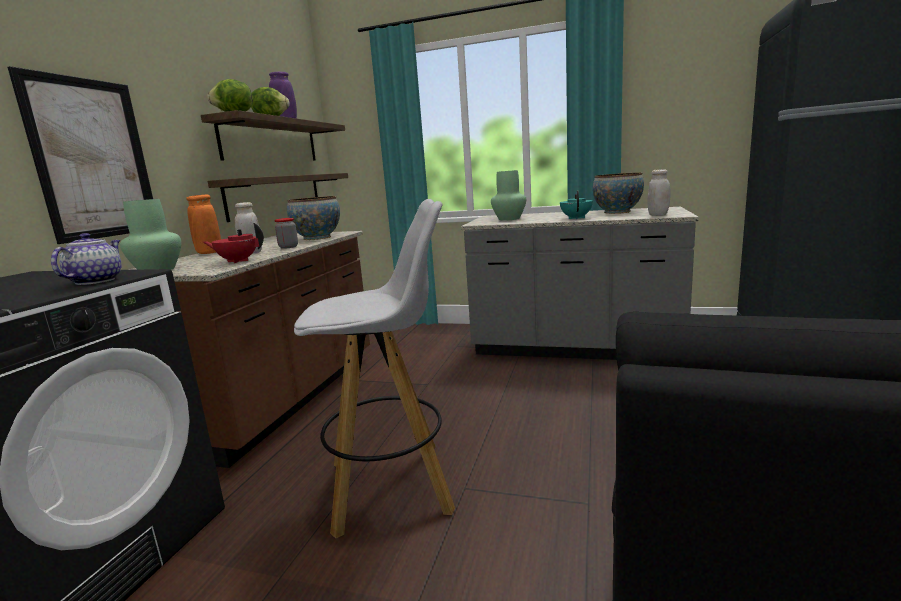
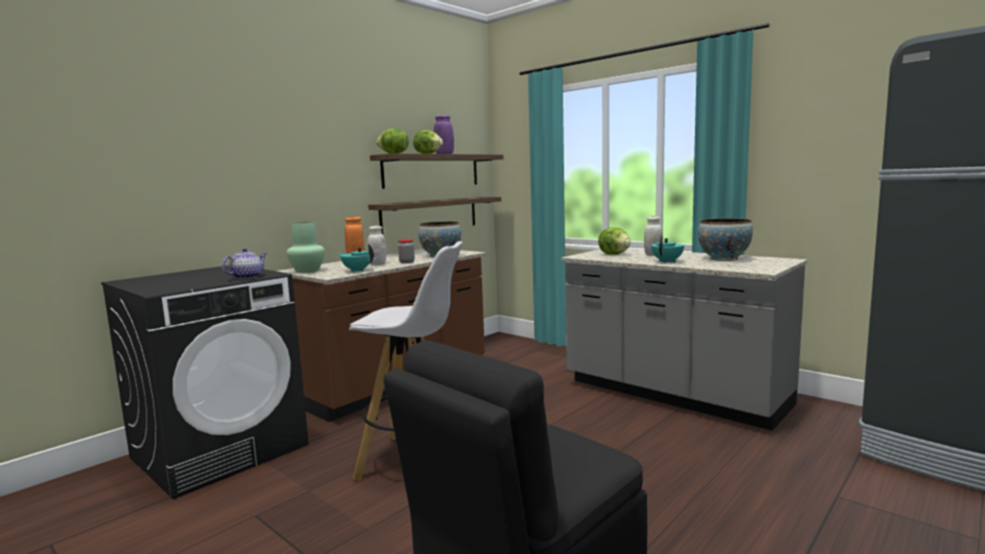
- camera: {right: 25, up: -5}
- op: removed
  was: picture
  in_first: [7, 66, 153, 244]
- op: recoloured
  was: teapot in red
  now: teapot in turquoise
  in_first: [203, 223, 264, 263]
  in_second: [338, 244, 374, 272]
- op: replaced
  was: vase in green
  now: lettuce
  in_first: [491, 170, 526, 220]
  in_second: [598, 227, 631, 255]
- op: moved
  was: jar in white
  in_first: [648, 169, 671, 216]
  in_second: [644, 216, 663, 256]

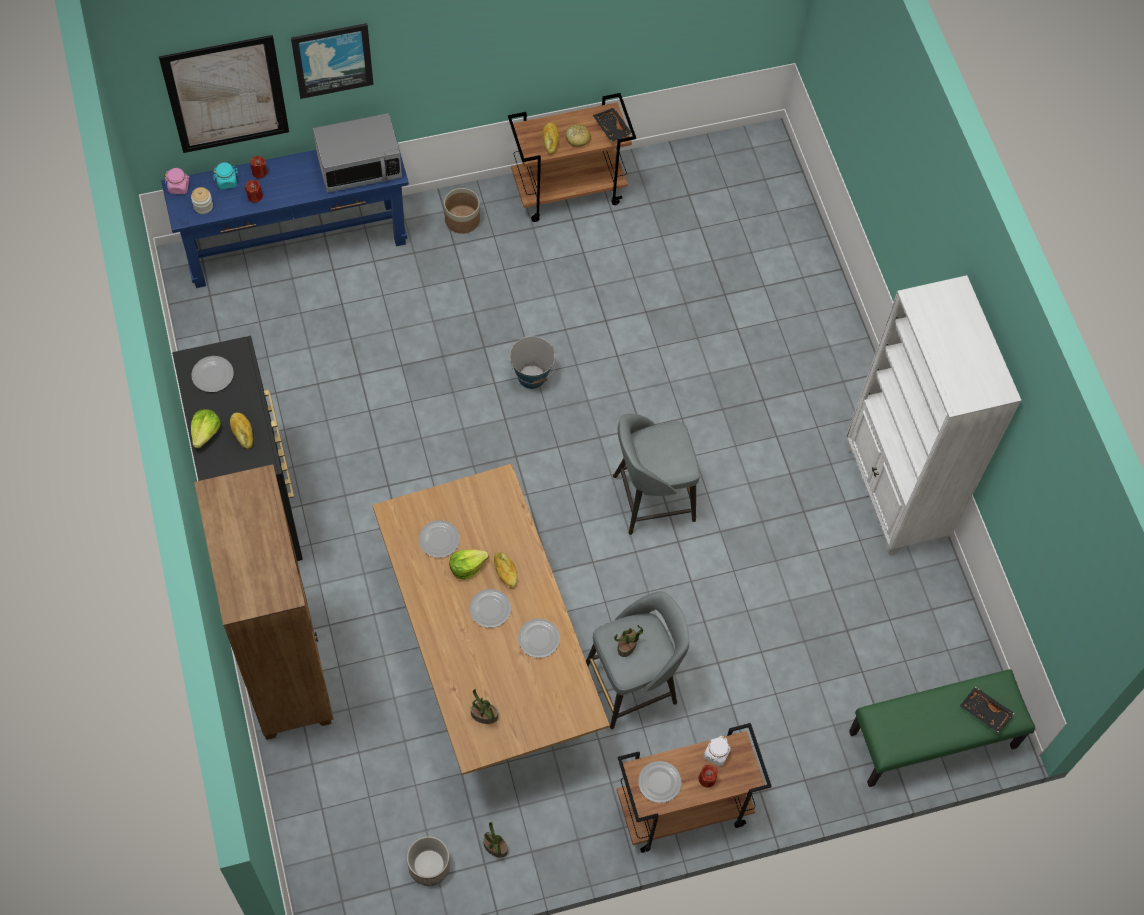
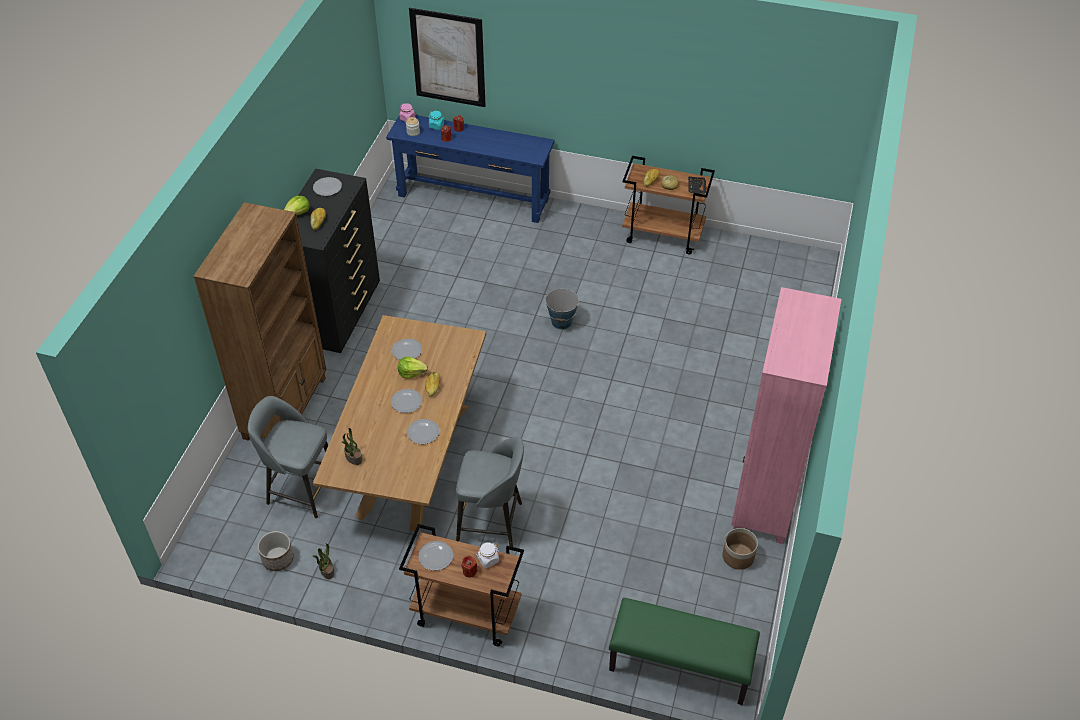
- camera: {right: 35, up: -15}
- op: removed
  was: picture
  in_first: [291, 23, 374, 99]
- op: removed
  was: microwave
  in_first: [313, 113, 402, 193]
- op: moved
  was: planter
  in_first: [444, 188, 480, 234]
  in_second: [722, 528, 758, 570]
- op: moved
  was: stool in grey
  in_first: [613, 414, 700, 535]
  in_second: [248, 396, 328, 518]
- op: removed
  was: potted plant
  in_first: [614, 625, 643, 657]
- op: recoloured
  was: bookcase in white
  now: bookcase in pink
  in_first: [846, 275, 1022, 554]
  in_second: [731, 287, 842, 544]
- op: removed
  was: tray in black
  in_first: [960, 687, 1015, 733]

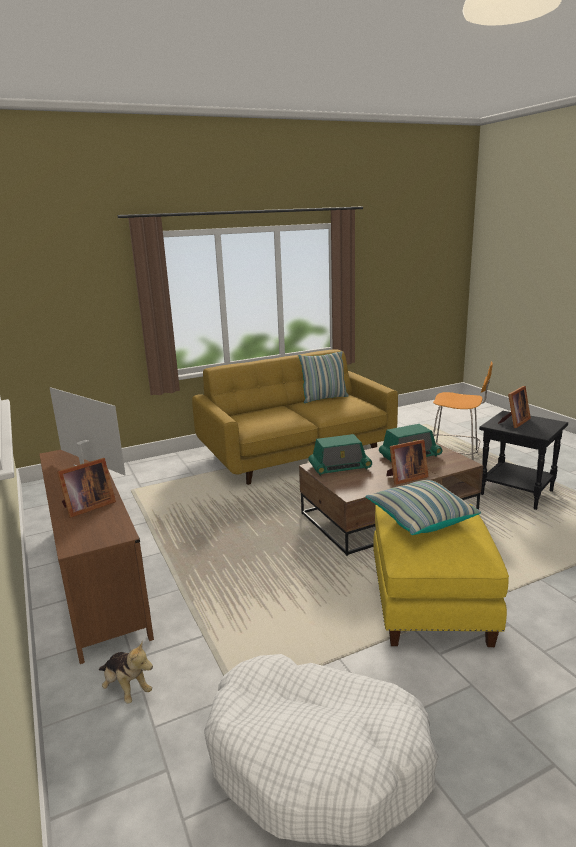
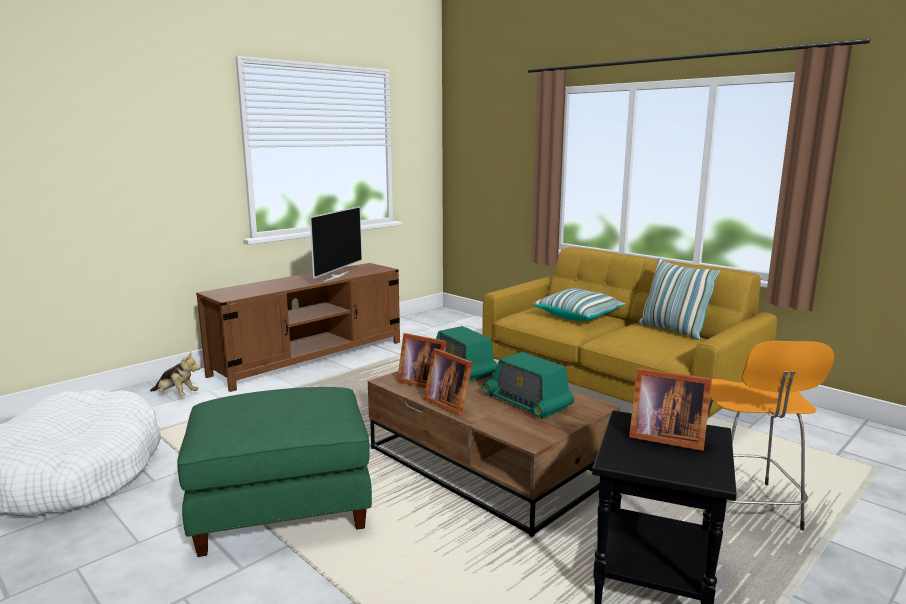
- camera: {right: 70, up: -5}
- op: moved
  was: picture frame
  in_first: [57, 458, 116, 518]
  in_second: [397, 333, 447, 388]
- op: turned
  was: plush toy
  in_first: [99, 641, 153, 704]
  in_second: [150, 352, 200, 396]
  clockwise: -90
- op: moved
  was: pillow
  in_first: [366, 480, 481, 535]
  in_second: [533, 288, 626, 321]
- op: recoloured
  was: ottoman in yellow
  now: ottoman in green
  in_first: [373, 504, 509, 647]
  in_second: [177, 387, 372, 557]

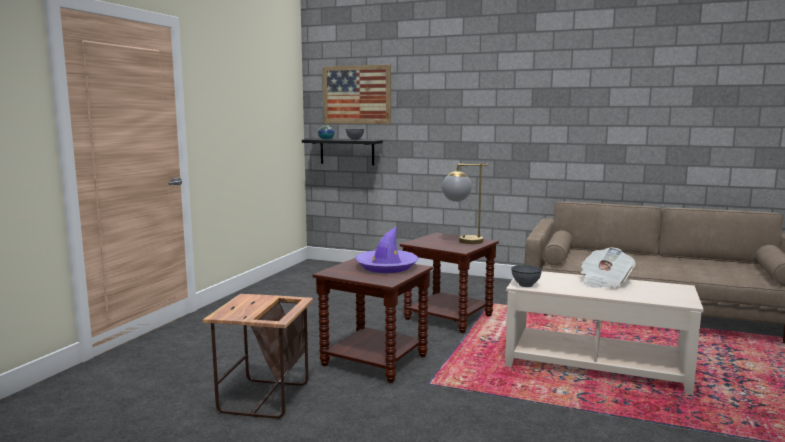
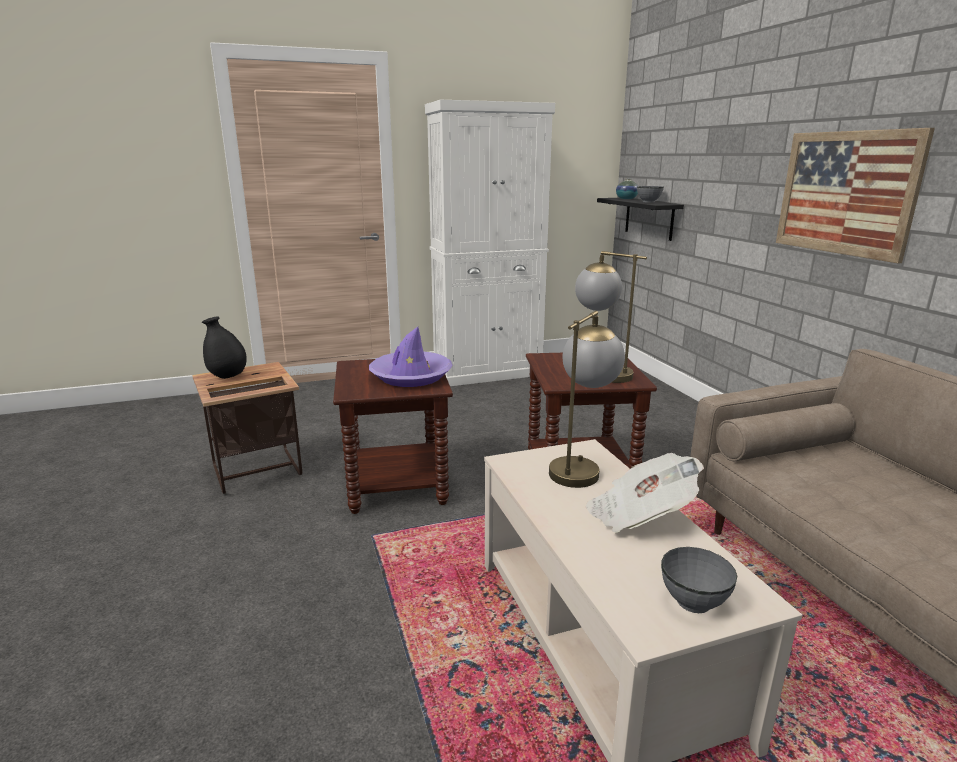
- camera: {right: 50, up: 10}
- op: moved
  was: picture
  in_first: [322, 65, 391, 124]
  in_second: [776, 128, 935, 263]
- op: moved
  was: bowl in grey
  in_first: [512, 265, 542, 287]
  in_second: [661, 547, 737, 613]
- op: added
  now: vase in black
  in_second: [202, 316, 247, 379]
- op: added
  now: cabinet in white
  in_second: [425, 100, 555, 386]
- op: added
  now: table lamp
  in_second: [549, 311, 625, 488]

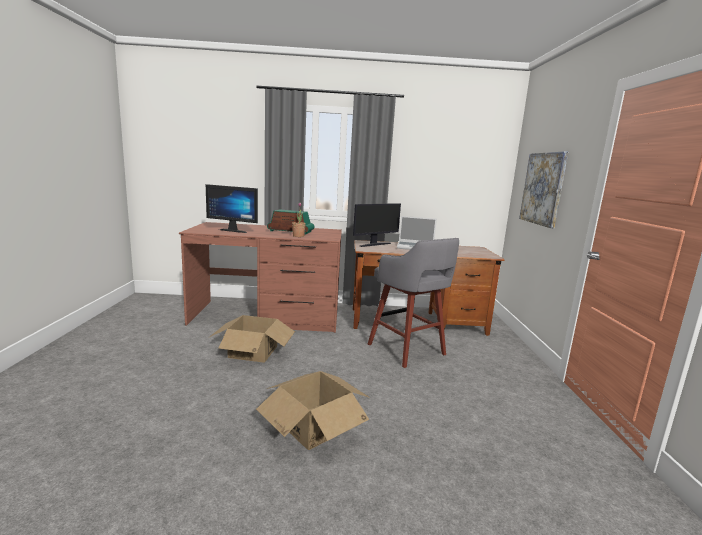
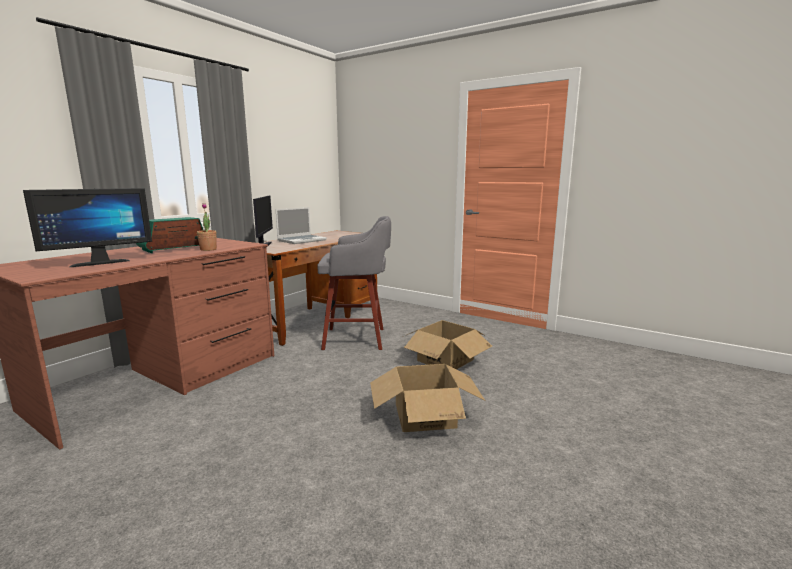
- camera: {right: -55, up: 0}
- op: moved
  was: cardboard box
  in_first: [210, 315, 295, 363]
  in_second: [402, 320, 492, 370]
- op: removed
  was: picture
  in_first: [519, 151, 568, 228]

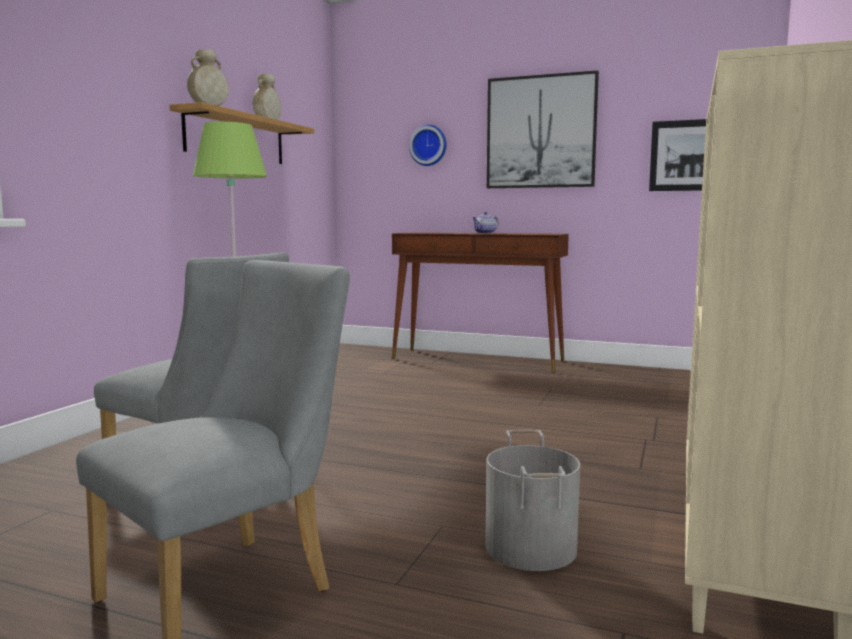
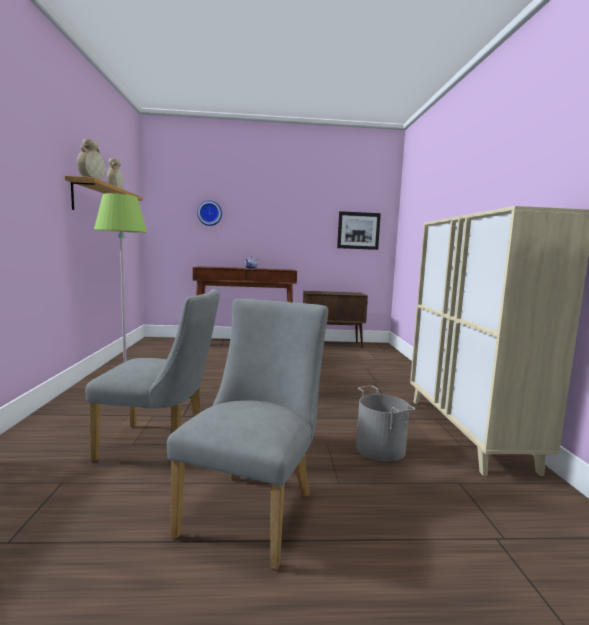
- camera: {right: -25, up: 0}
- op: removed
  was: picture
  in_first: [487, 70, 599, 188]
- op: added
  now: cabinet in brown
  in_second: [303, 291, 368, 349]

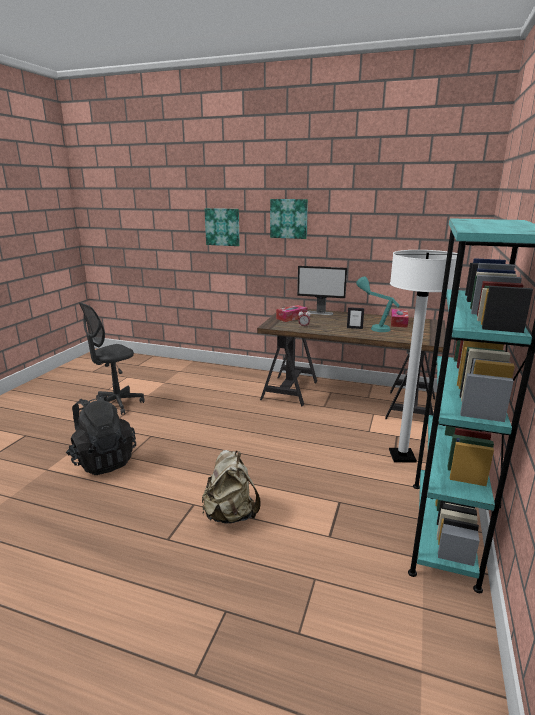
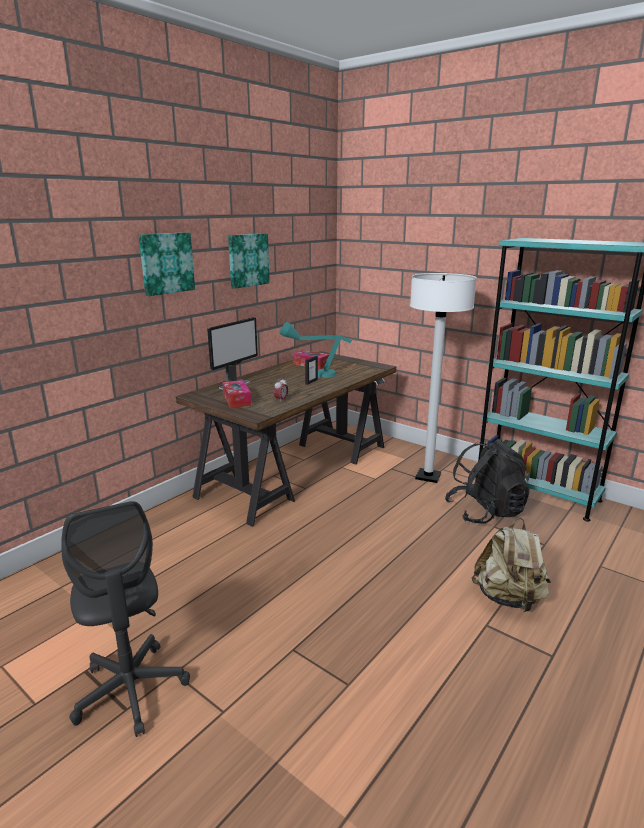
- camera: {right: -70, up: 0}
- op: moved
  was: backpack in black
  in_first: [66, 394, 136, 475]
  in_second: [445, 440, 530, 524]
- op: moved
  was: picture
  in_first: [205, 208, 240, 246]
  in_second: [228, 233, 270, 289]

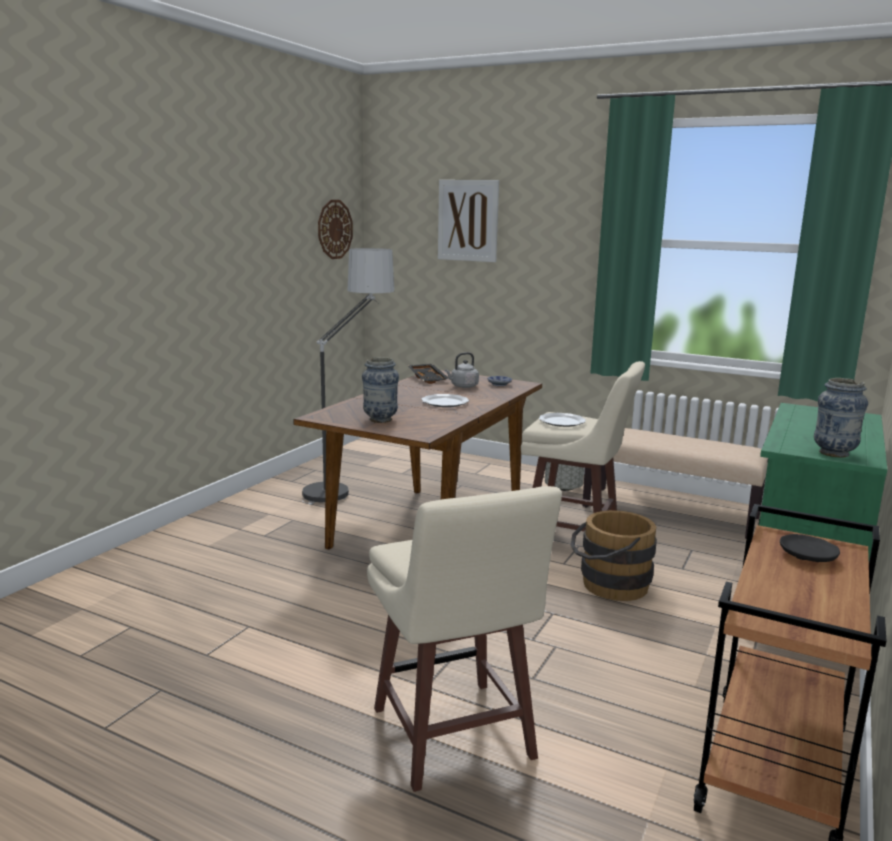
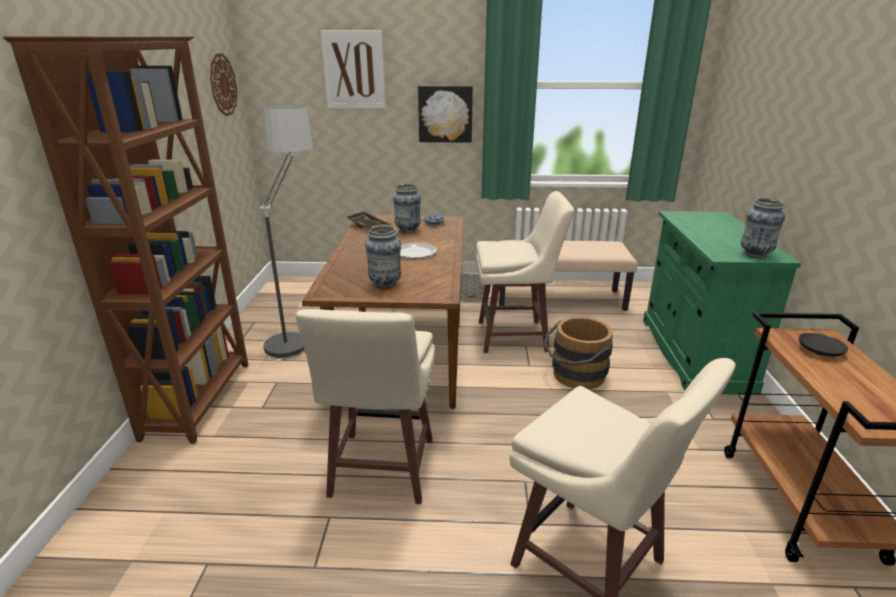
- camera: {right: -25, up: 10}
- op: replaced
  was: kettle in grey
  now: vase
  in_first: [445, 352, 479, 388]
  in_second: [393, 183, 421, 234]
- op: removed
  was: plate
  in_first: [539, 413, 586, 427]
- op: added
  now: bookcase in brown
  in_second: [3, 36, 248, 444]
- op: added
  now: stool in beige
  in_second: [296, 309, 435, 504]
- op: added
  now: picture
  in_second: [418, 86, 473, 143]

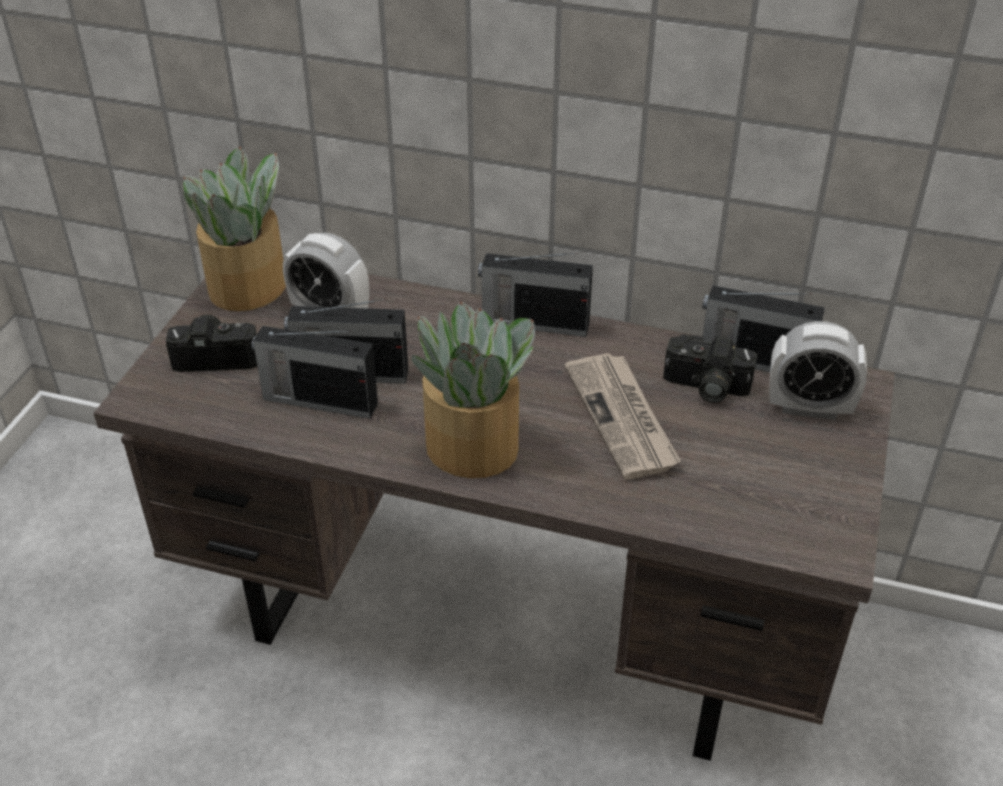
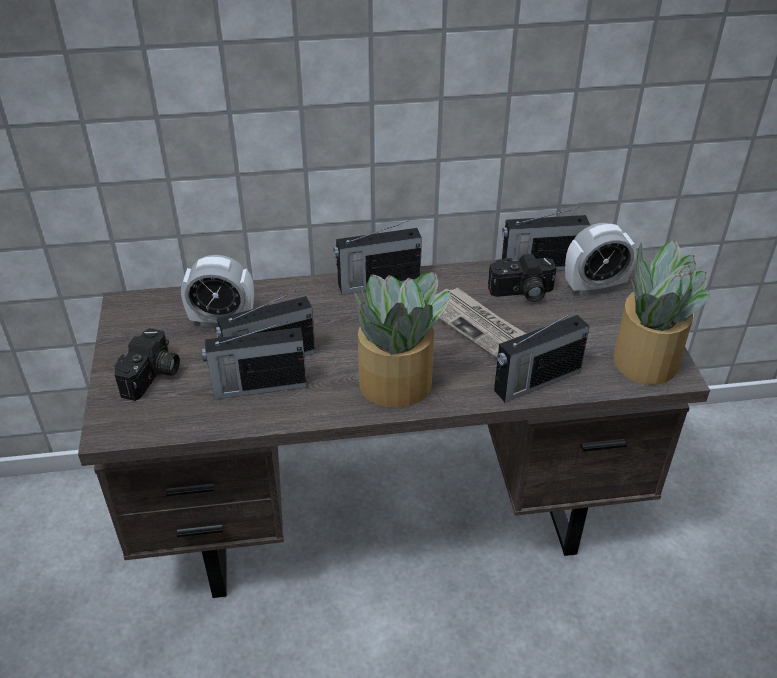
- camera: {right: -25, up: 0}
- op: turned
  was: photo camera
  in_first: [166, 315, 257, 372]
  in_second: [114, 328, 180, 401]
  clockwise: 135
- op: moved
  was: potted plant
  in_first: [183, 147, 286, 311]
  in_second: [613, 240, 710, 385]
- op: added
  now: radio
  in_second: [494, 310, 590, 402]

